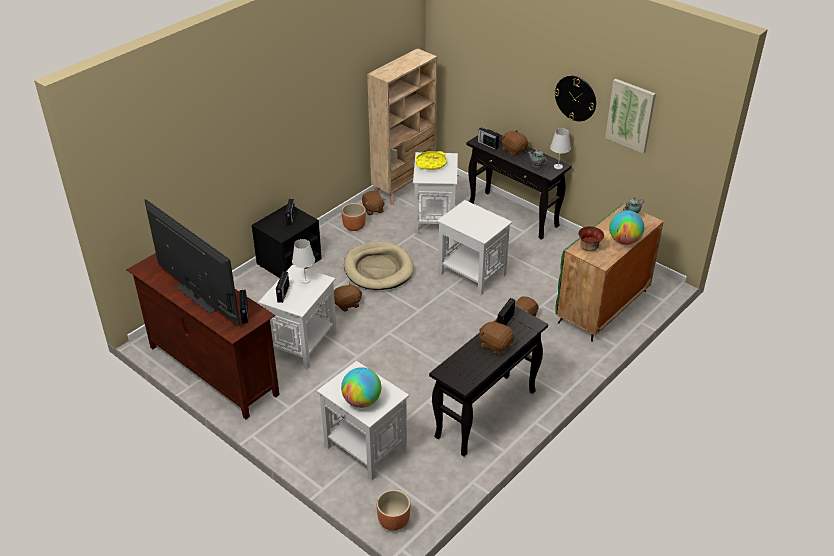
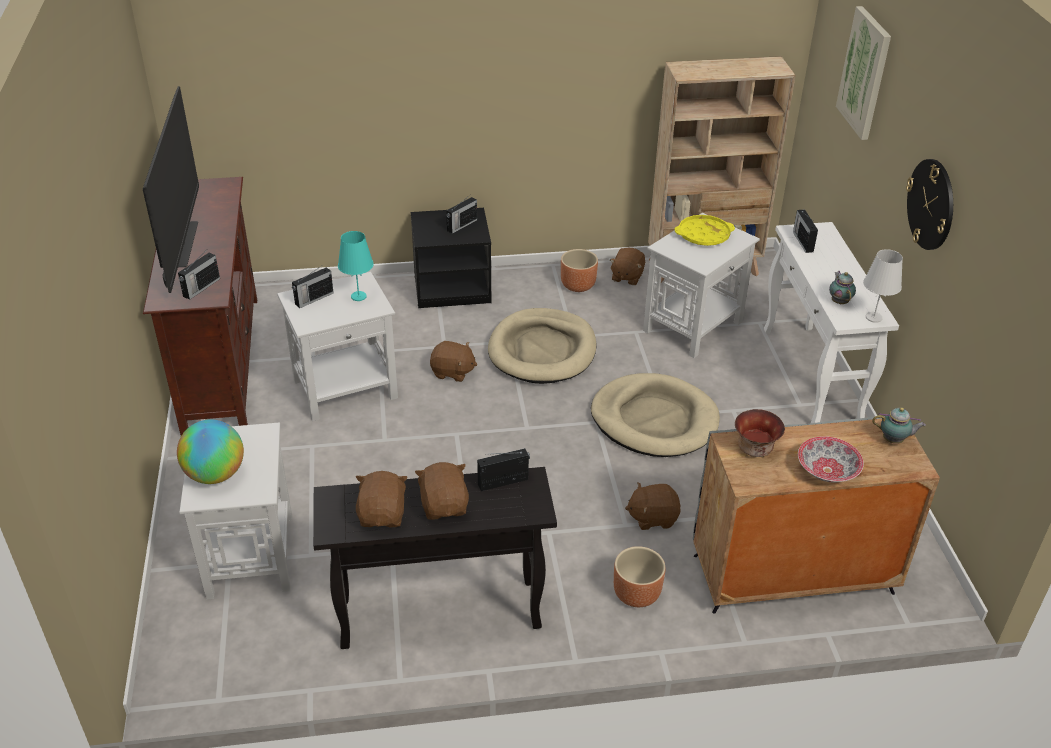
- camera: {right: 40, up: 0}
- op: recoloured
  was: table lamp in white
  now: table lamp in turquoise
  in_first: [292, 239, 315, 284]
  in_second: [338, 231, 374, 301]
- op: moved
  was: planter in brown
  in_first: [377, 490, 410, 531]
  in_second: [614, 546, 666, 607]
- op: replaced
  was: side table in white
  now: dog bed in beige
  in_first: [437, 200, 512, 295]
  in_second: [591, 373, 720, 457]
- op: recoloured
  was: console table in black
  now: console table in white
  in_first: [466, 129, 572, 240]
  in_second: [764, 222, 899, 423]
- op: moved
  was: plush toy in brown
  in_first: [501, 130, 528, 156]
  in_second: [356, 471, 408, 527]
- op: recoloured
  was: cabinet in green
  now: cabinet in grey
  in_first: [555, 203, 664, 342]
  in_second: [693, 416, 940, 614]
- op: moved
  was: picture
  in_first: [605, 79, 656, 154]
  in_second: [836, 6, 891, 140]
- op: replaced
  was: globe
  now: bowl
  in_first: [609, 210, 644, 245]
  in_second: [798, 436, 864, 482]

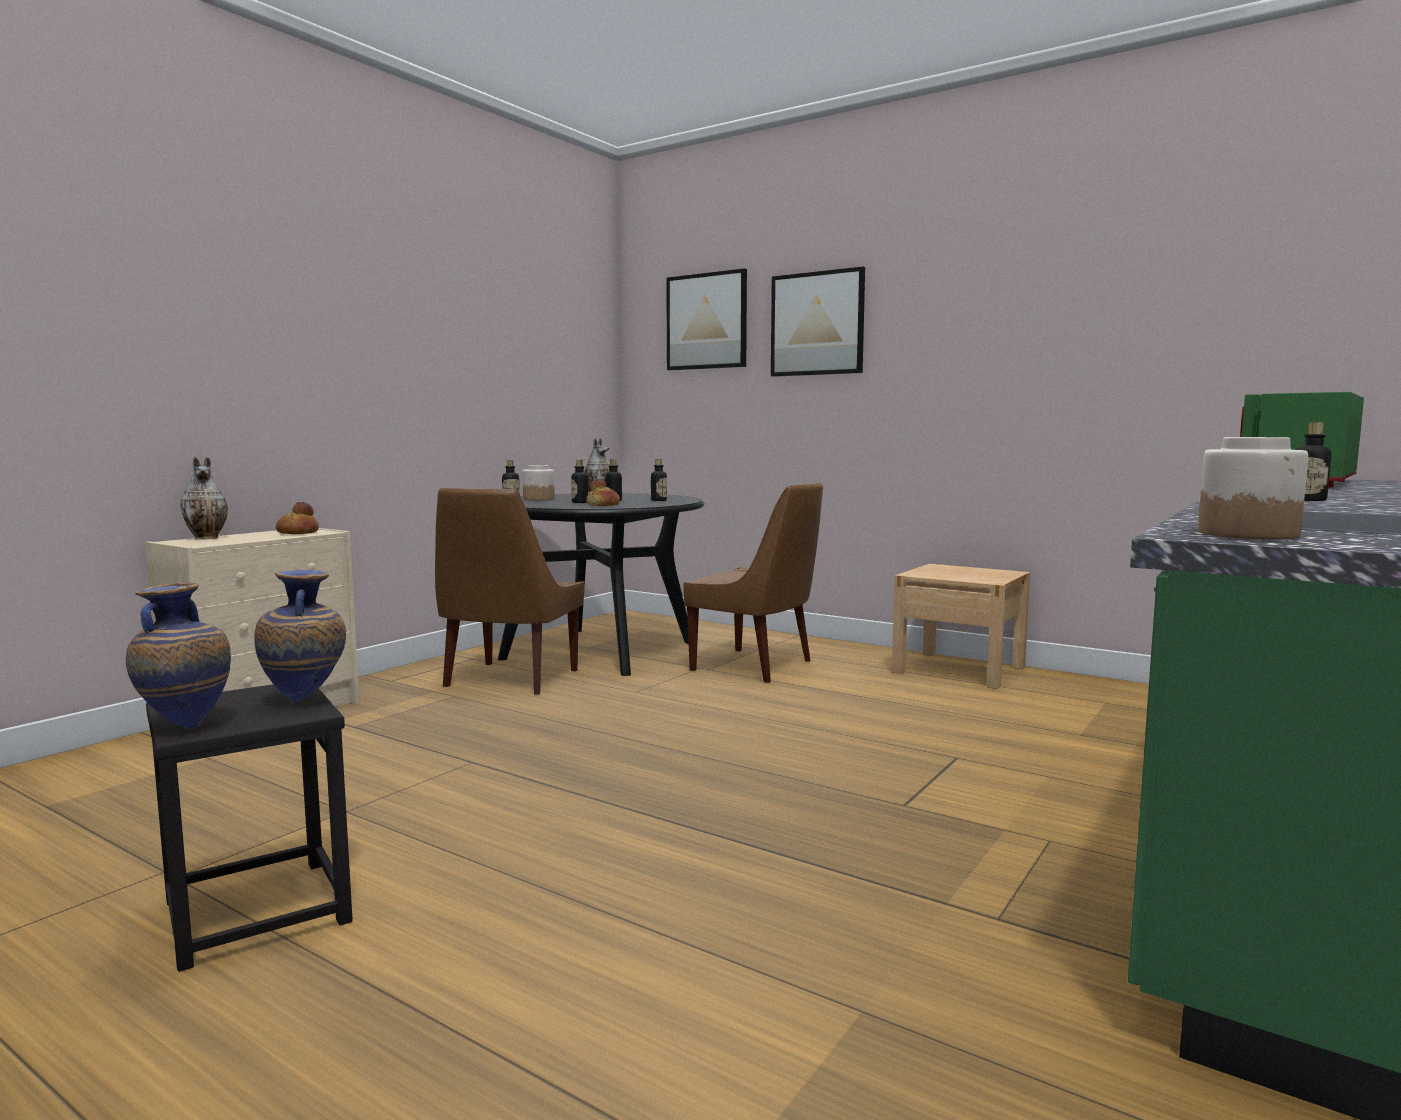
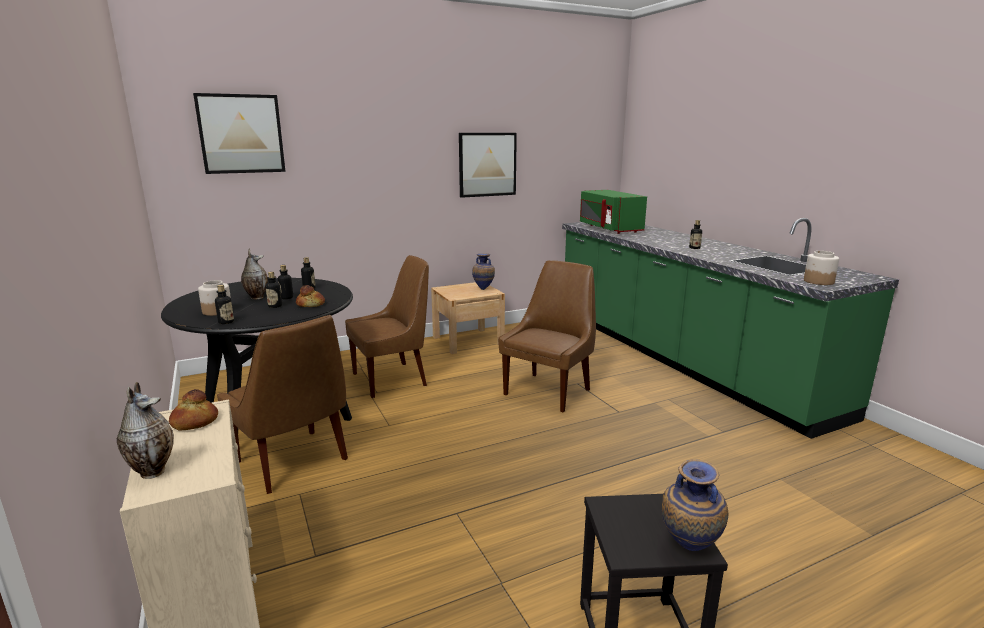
- camera: {right: -60, up: 10}
- op: moved
  was: vase
  in_first: [254, 569, 346, 702]
  in_second: [472, 254, 495, 290]
- op: moved
  was: picture
  in_first: [771, 267, 865, 377]
  in_second: [459, 133, 517, 198]
- op: added
  now: chair in brown
  in_second: [498, 260, 596, 413]

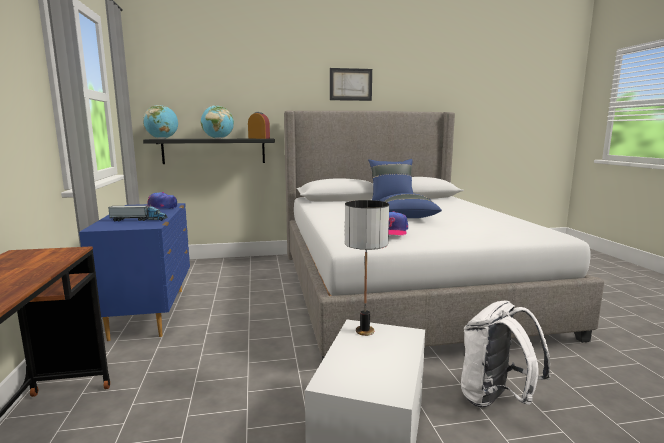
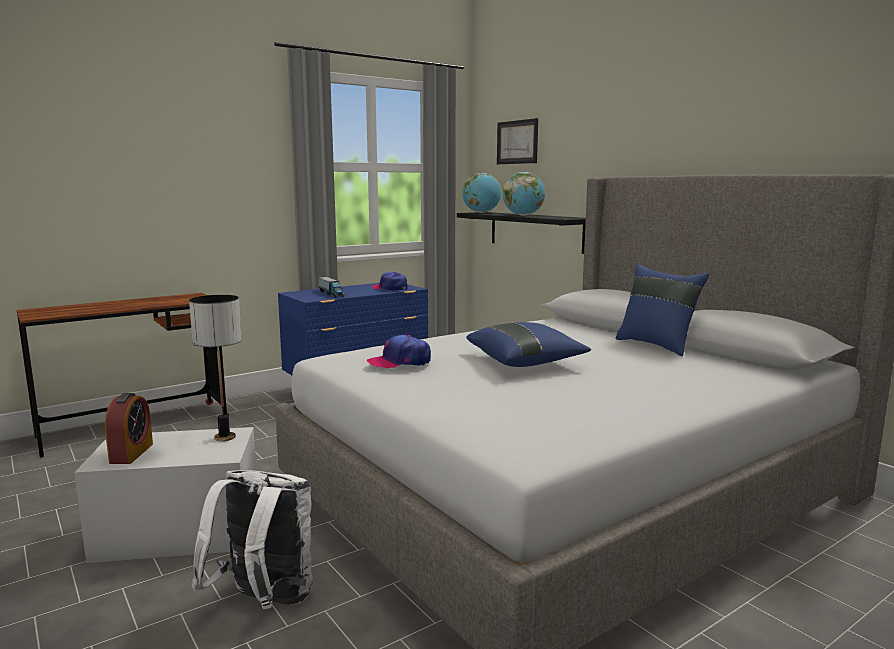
- camera: {right: 65, up: 0}
- op: moved
  was: alarm clock
  in_first: [248, 112, 270, 139]
  in_second: [105, 393, 153, 464]
- op: moved
  was: picture
  in_first: [330, 68, 372, 101]
  in_second: [497, 118, 538, 164]

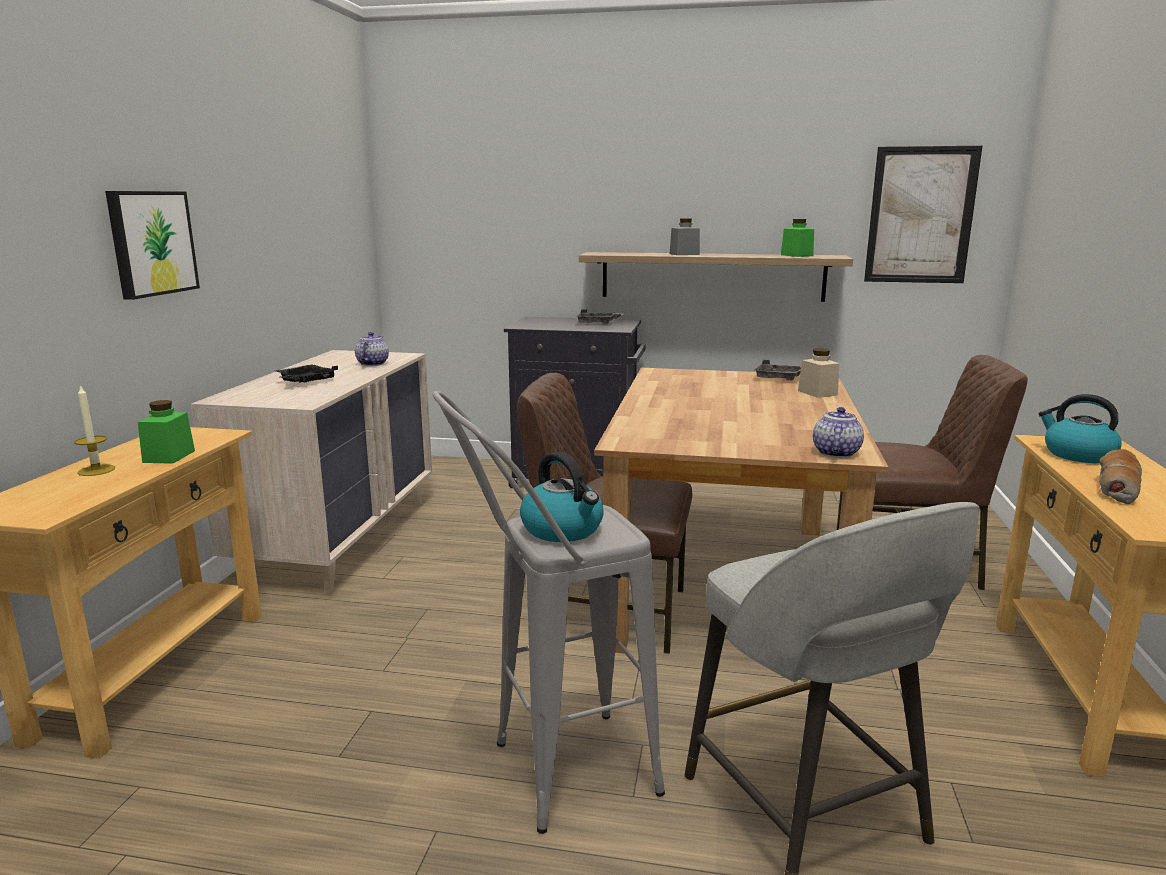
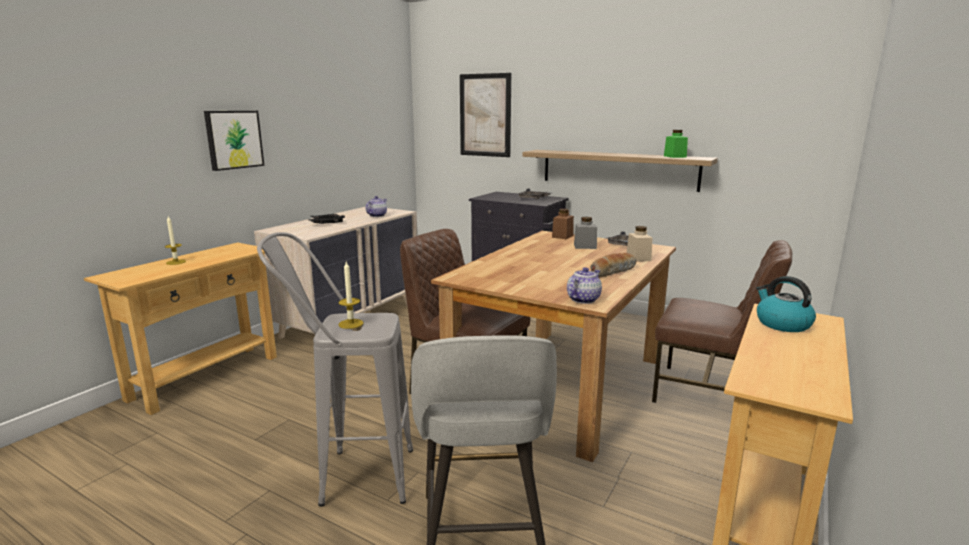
- camera: {right: 20, up: 0}
- op: removed
  was: jar in green
  in_first: [138, 400, 195, 464]
- op: replaced
  was: kettle
  now: candle
  in_first: [520, 452, 604, 542]
  in_second: [338, 262, 364, 329]
- op: moved
  was: jar in grey
  in_first: [670, 218, 700, 255]
  in_second: [574, 217, 597, 249]
- op: moved
  was: picture
  in_first: [864, 146, 982, 283]
  in_second: [460, 73, 511, 157]
- op: moved
  was: bread
  in_first: [1099, 449, 1142, 504]
  in_second: [590, 253, 636, 278]
- op: added
  now: jar in brown
  in_second: [552, 209, 574, 239]

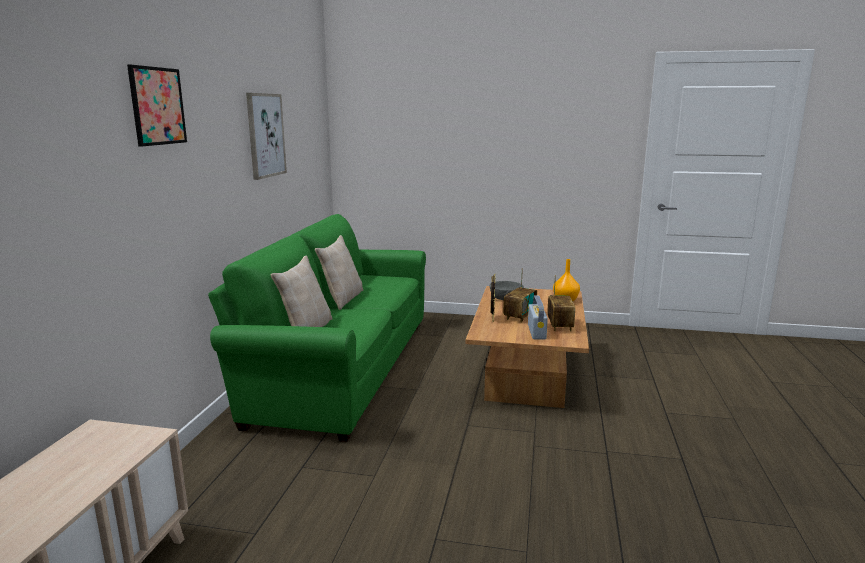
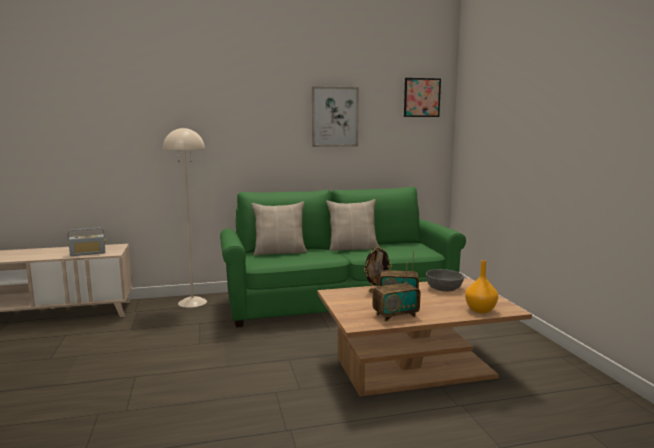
- camera: {right: 65, up: -5}
- op: moved
  was: picture
  in_first: [127, 65, 187, 147]
  in_second: [404, 78, 441, 117]
- op: moved
  was: radio
  in_first: [528, 295, 548, 340]
  in_second: [68, 227, 106, 256]
- op: added
  now: floor lamp in beige
  in_second: [163, 127, 207, 308]

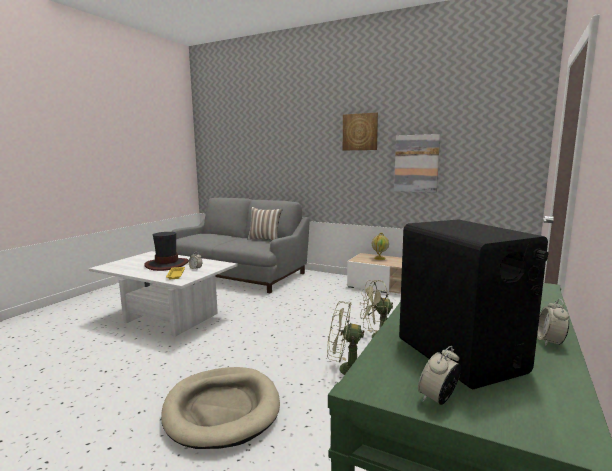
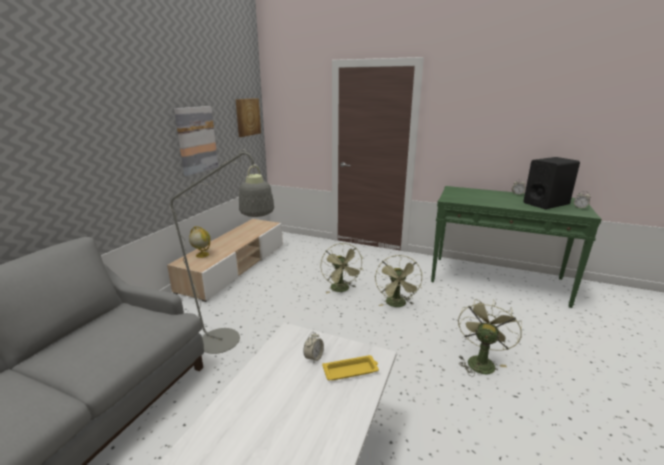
- camera: {right: -95, up: 10}
- op: removed
  was: hat
  in_first: [144, 232, 189, 271]
- op: replaced
  was: dog bed in beige
  now: fan in green
  in_first: [161, 367, 280, 449]
  in_second: [458, 299, 522, 377]
- op: removed
  was: pillow
  in_first: [248, 207, 283, 240]
- op: moved
  was: picture
  in_first: [343, 113, 378, 150]
  in_second: [236, 98, 261, 137]
- op: added
  now: floor lamp in grey
  in_second: [169, 149, 274, 354]

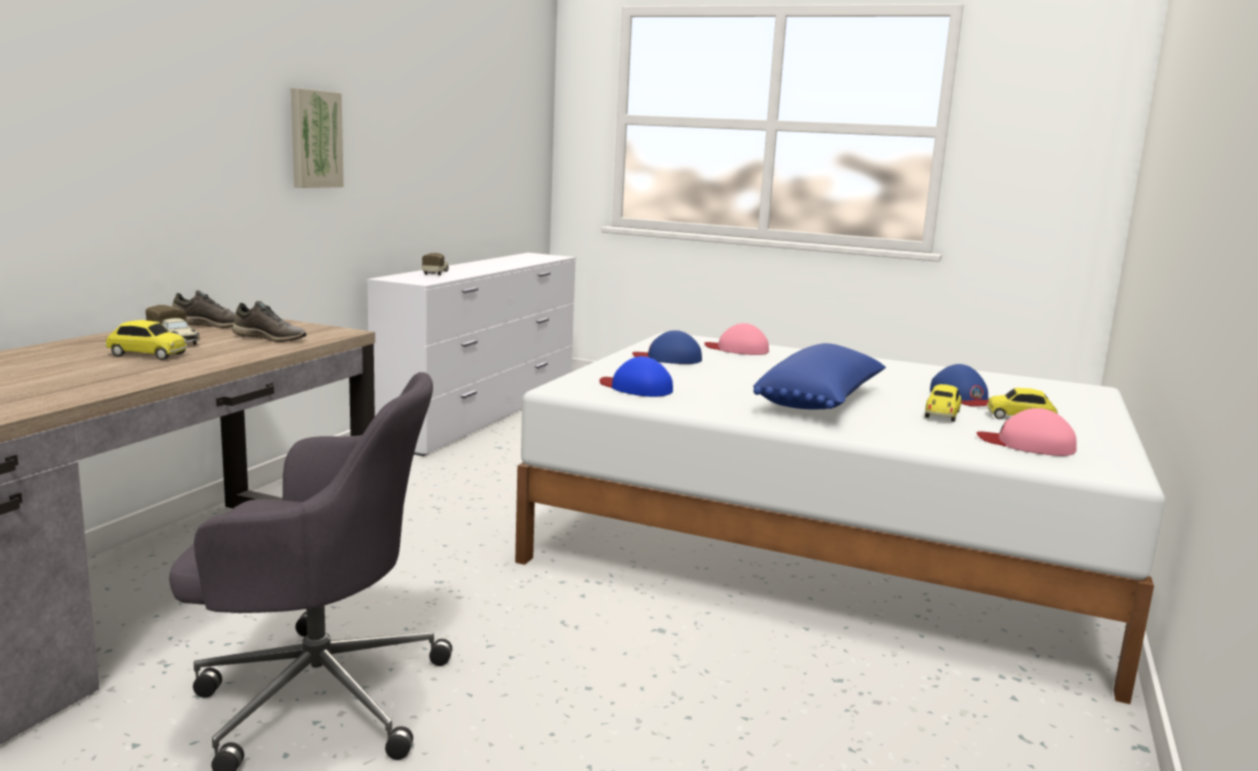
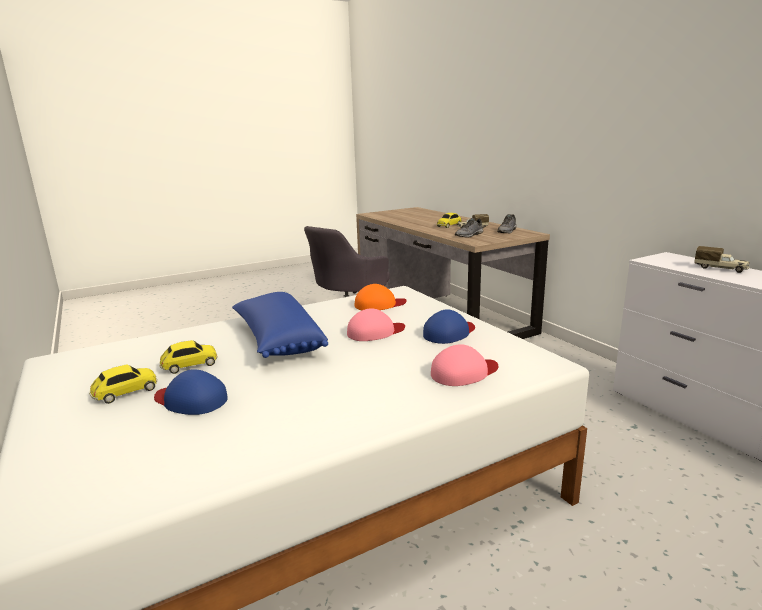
- camera: {right: 130, up: 5}
- op: removed
  was: picture
  in_first: [291, 88, 344, 188]
- op: recoloured
  was: cap in blue
  now: cap in orange
  in_first: [599, 356, 673, 397]
  in_second: [354, 284, 407, 310]
- op: turned
  was: toy car
  in_first: [925, 384, 961, 422]
  in_second: [159, 340, 217, 374]
  clockwise: -90
- op: moved
  was: cap in pink
  in_first: [977, 408, 1077, 456]
  in_second: [347, 308, 405, 341]

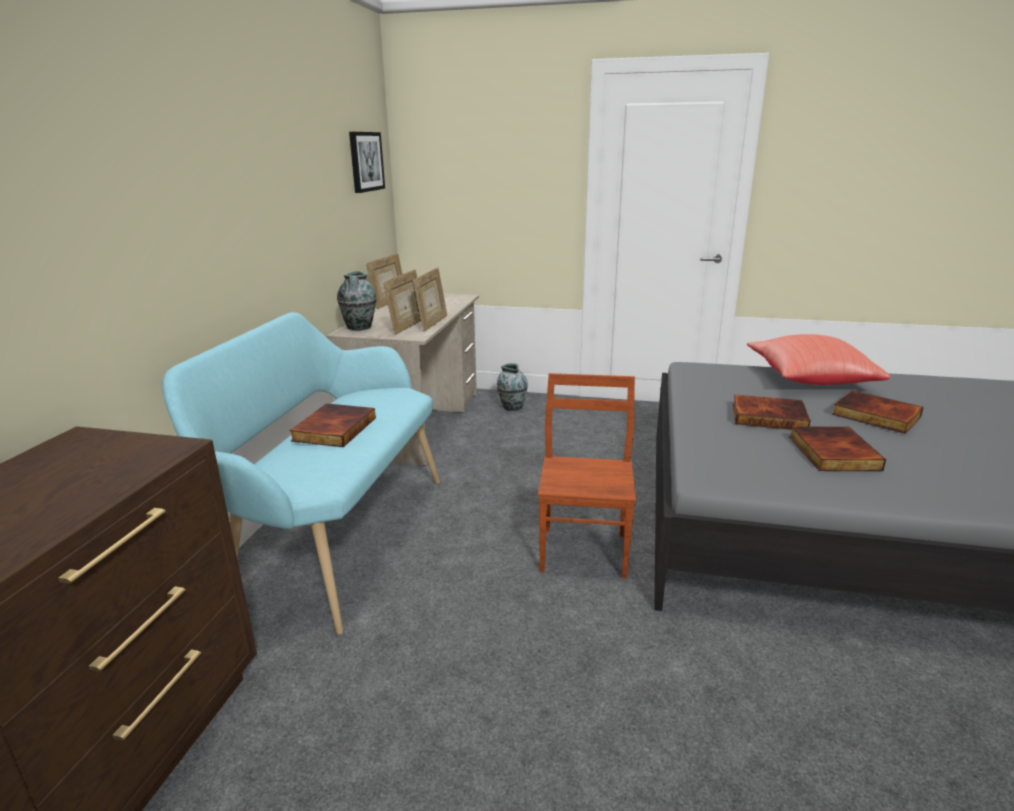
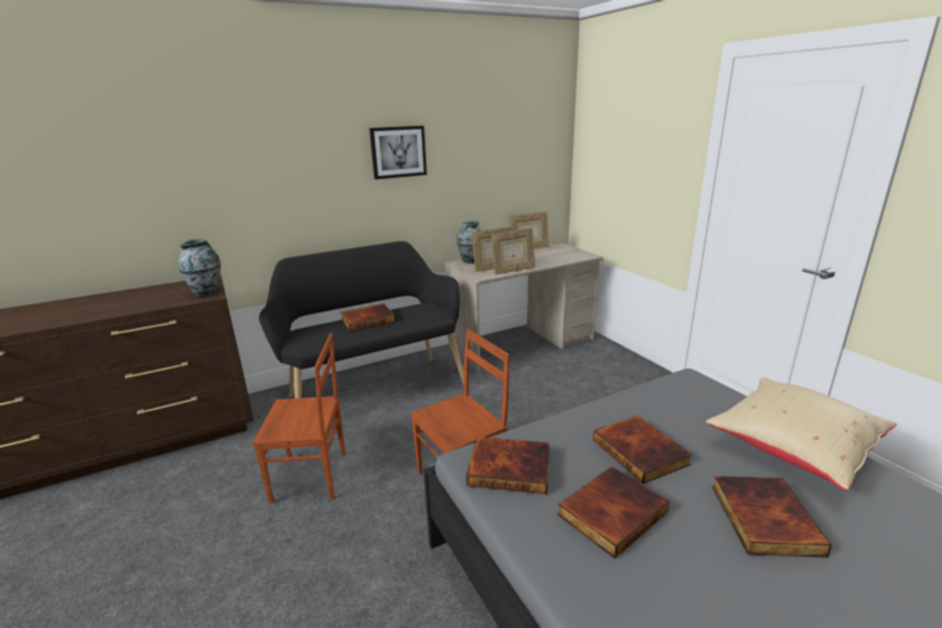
- camera: {right: 50, up: 0}
- op: recoloured
  was: bench in turquoise
  now: bench in black
  in_first: [162, 312, 440, 635]
  in_second: [259, 241, 464, 398]
- op: moved
  was: picture
  in_first: [349, 132, 385, 193]
  in_second: [369, 126, 427, 179]
- op: moved
  was: vase
  in_first: [497, 363, 528, 411]
  in_second: [178, 239, 221, 297]
- op: recoloured
  was: pillow in red
  now: pillow in beige
  in_first: [747, 334, 890, 385]
  in_second: [706, 377, 897, 491]
- op: added
  now: chair in brown
  in_second: [253, 333, 345, 504]
- op: added
  now: book
  in_second: [466, 437, 550, 494]

